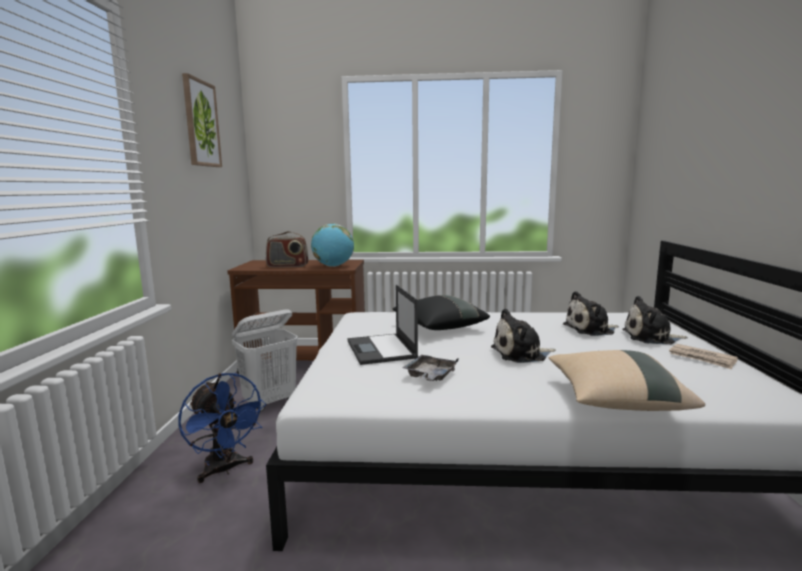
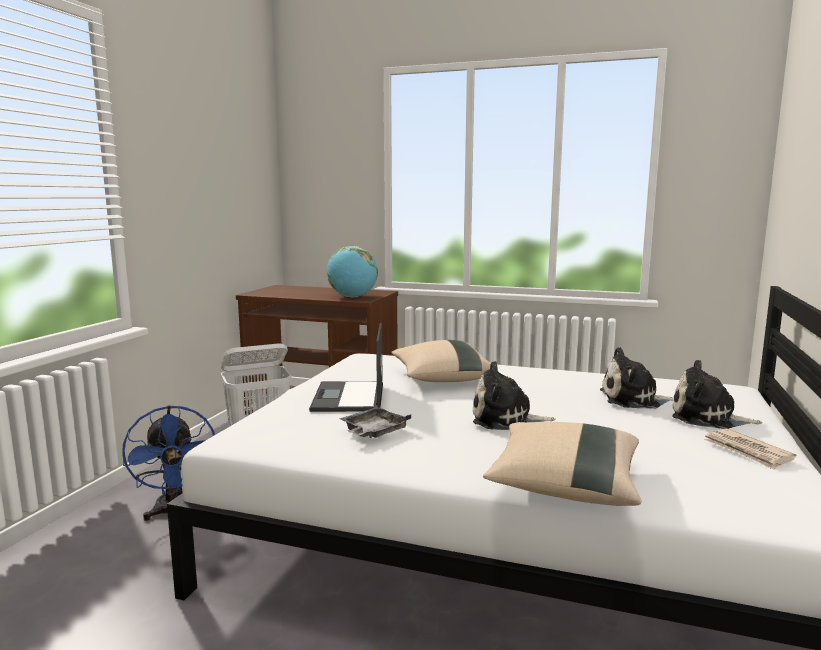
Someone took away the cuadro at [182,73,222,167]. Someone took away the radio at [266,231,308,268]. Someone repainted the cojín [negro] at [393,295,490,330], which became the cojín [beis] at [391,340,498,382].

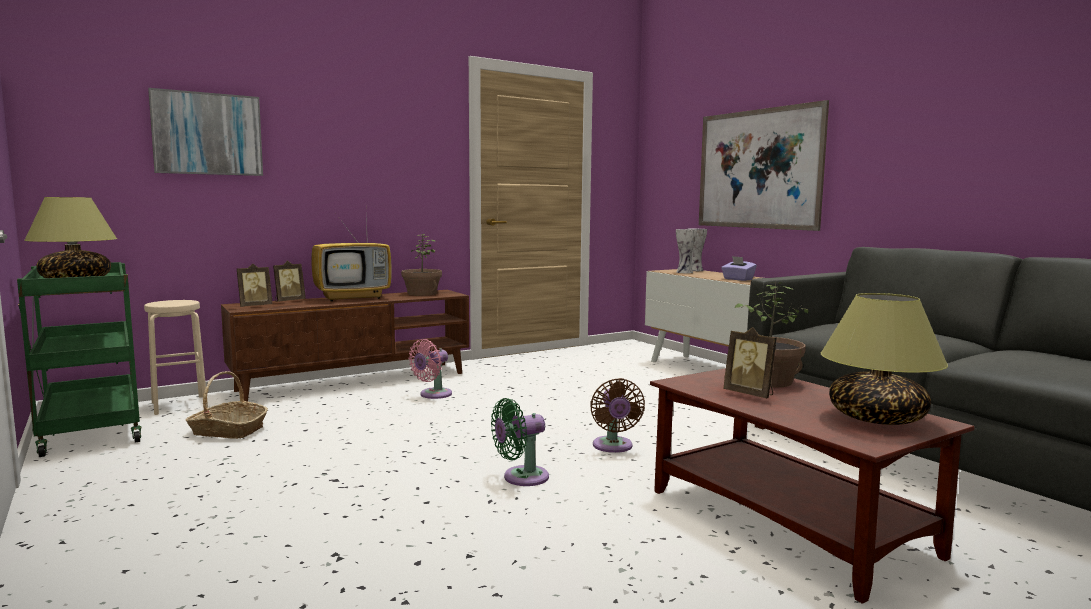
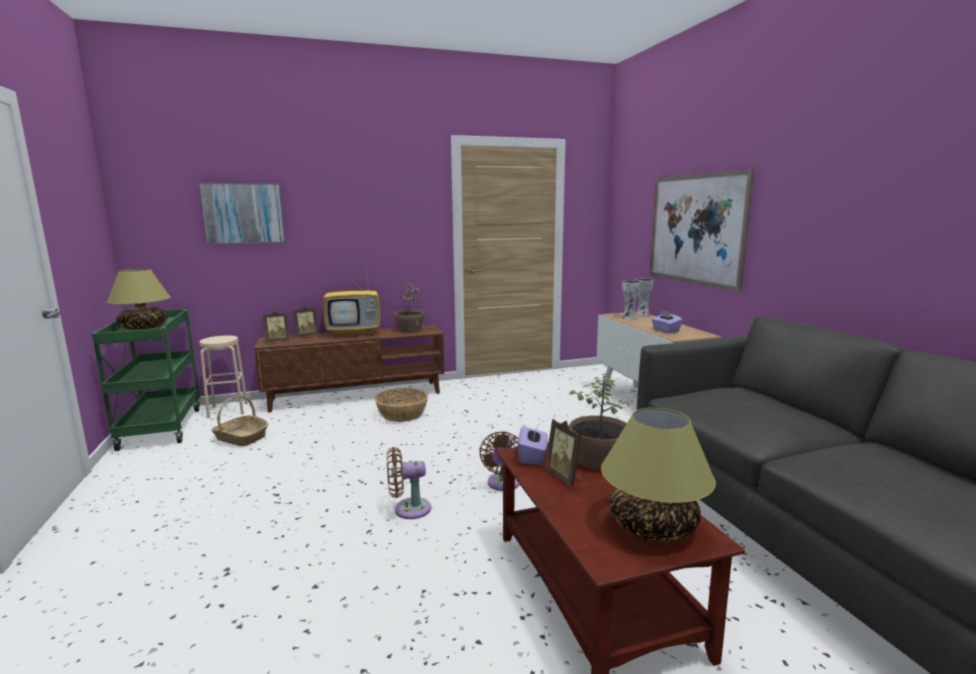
Someone swapped the ventilador [rosa] at [408,339,452,399] for the cesta at [375,388,428,422]. Someone repainted the ventilador [verde] at [491,398,549,486], which became the ventilador [marrón] at [387,447,431,519]. Someone put down the caja de pañuelos [morado] at [518,426,548,465].

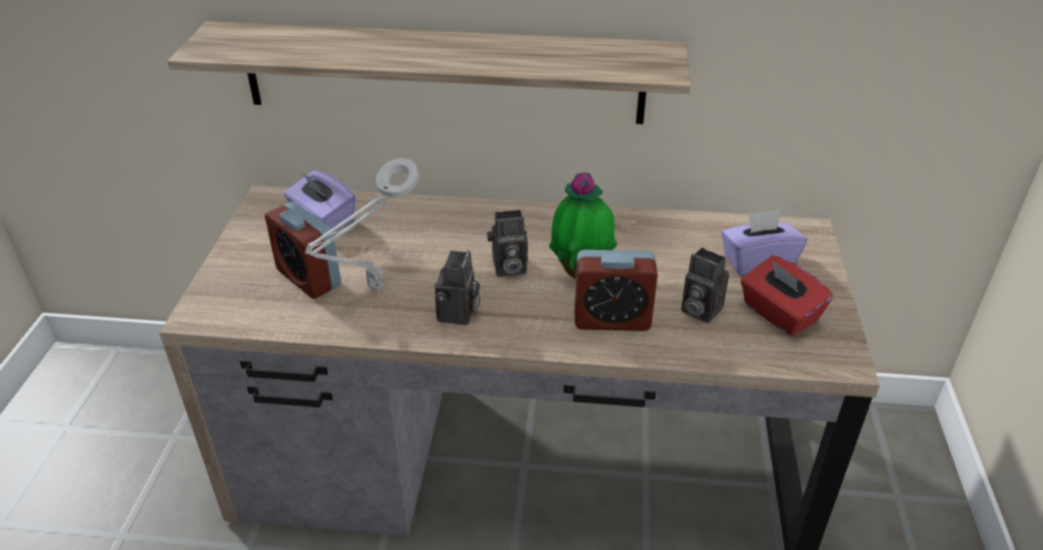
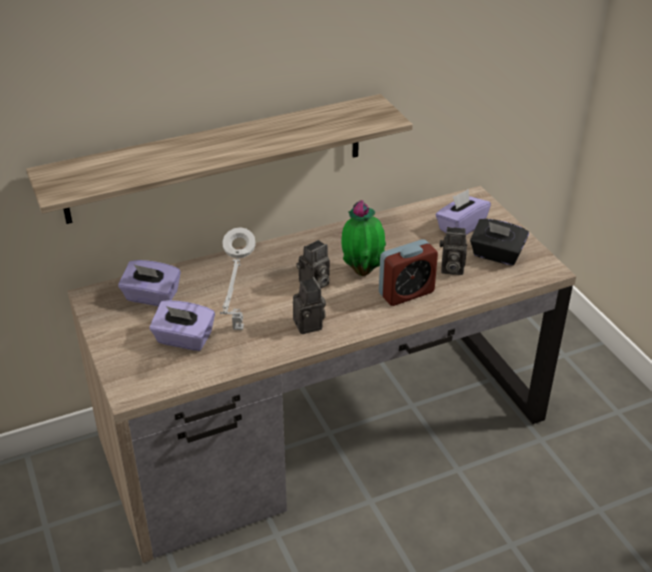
Someone swapped the despertador at [265,202,341,299] for the caja de pañuelos [morado] at [149,300,215,351]. Someone repainted the caja de pañuelos [rojo] at [740,255,833,336], which became the caja de pañuelos [negro] at [470,219,529,266].

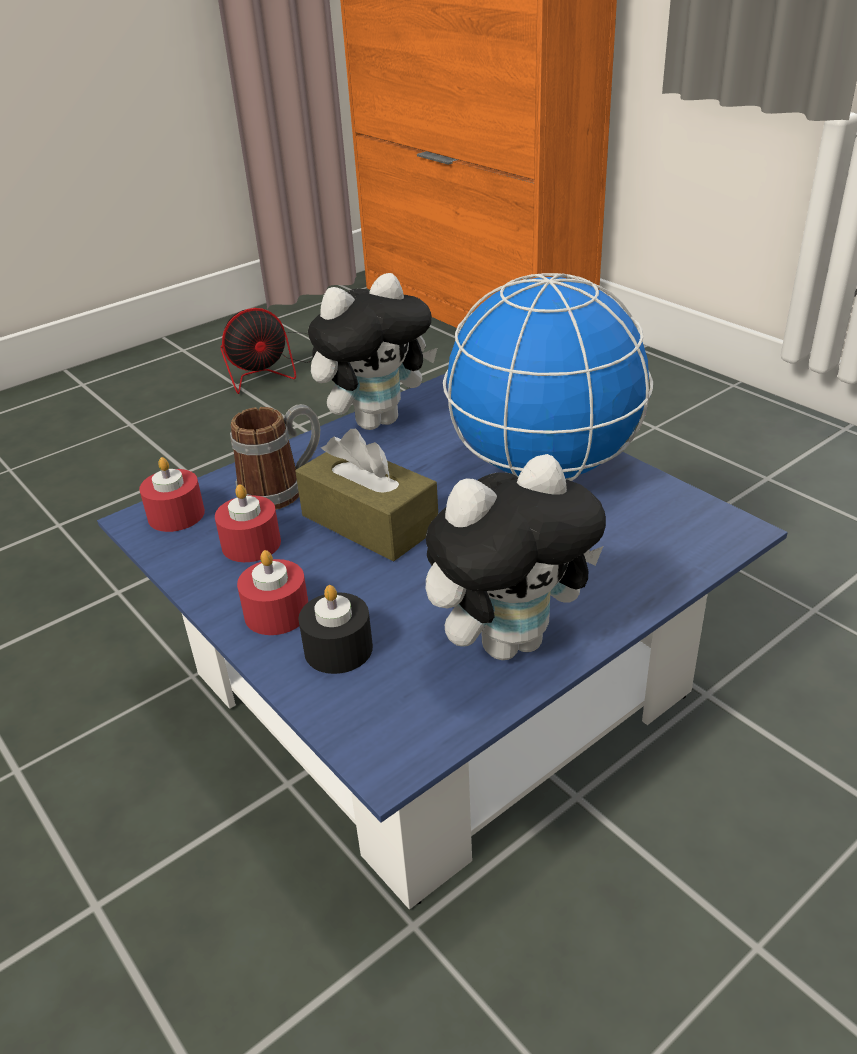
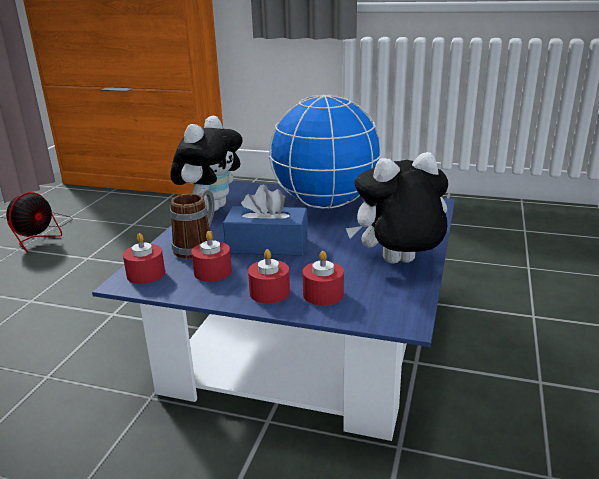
Someone repainted the caja de pañuelos [marrón] at [295,429,438,561], which became the caja de pañuelos [azul] at [223,185,308,256]. Someone repainted the vela [negro] at [298,585,373,674], which became the vela [rojo] at [302,251,344,306]. Someone rotated the peluche at [426,454,606,660] by 135 degrees counterclockwise.

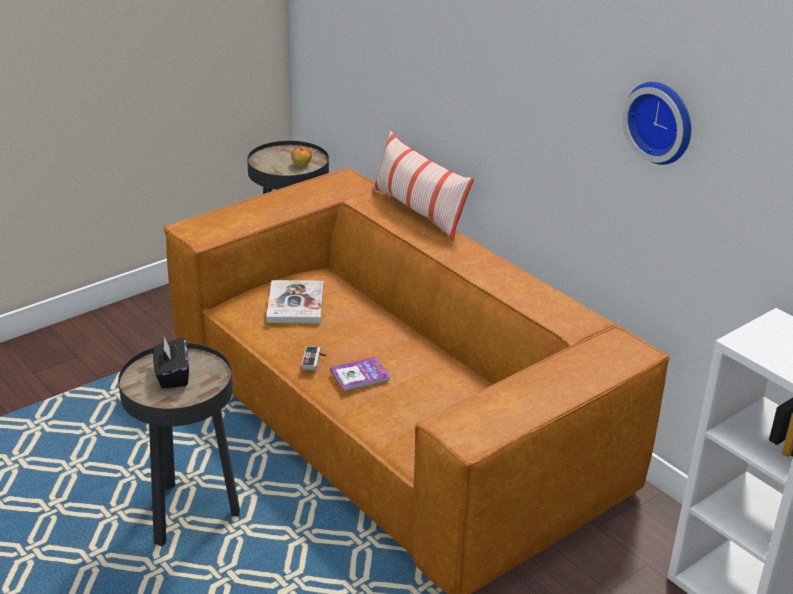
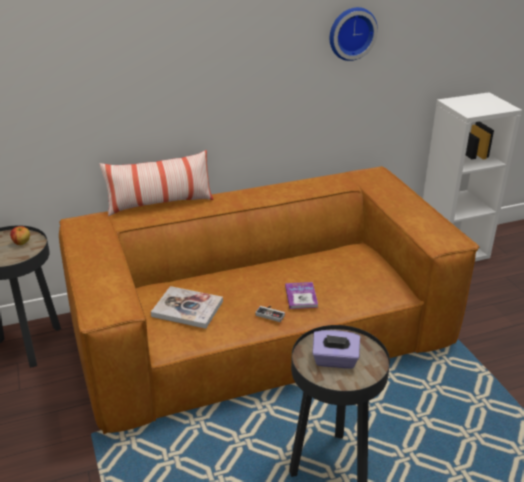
Someone repainted the caja de pañuelos [negro] at [153,337,189,388], which became the caja de pañuelos [morado] at [312,330,360,369].

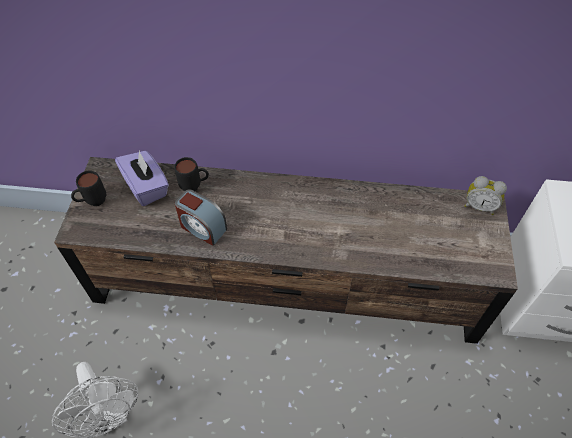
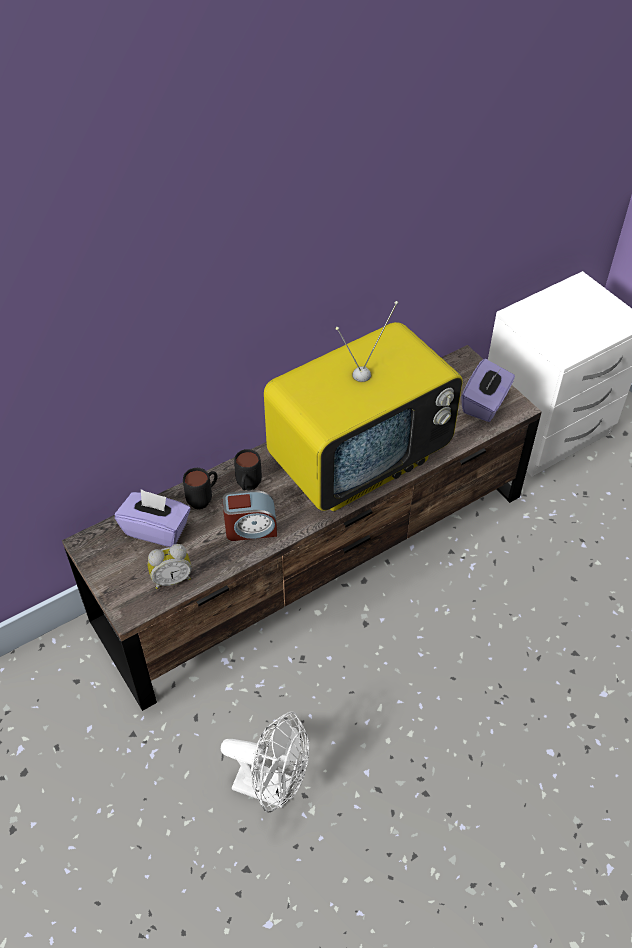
Someone carried the taza grande [negro] from [71,170,106,206] to [234,449,262,490]. Someone carried the despertador from [464,176,507,215] to [148,544,192,589]. Someone put down the televisor at [264,301,463,511]. Someone put down the caja de pañuelos [morado] at [461,359,515,422].

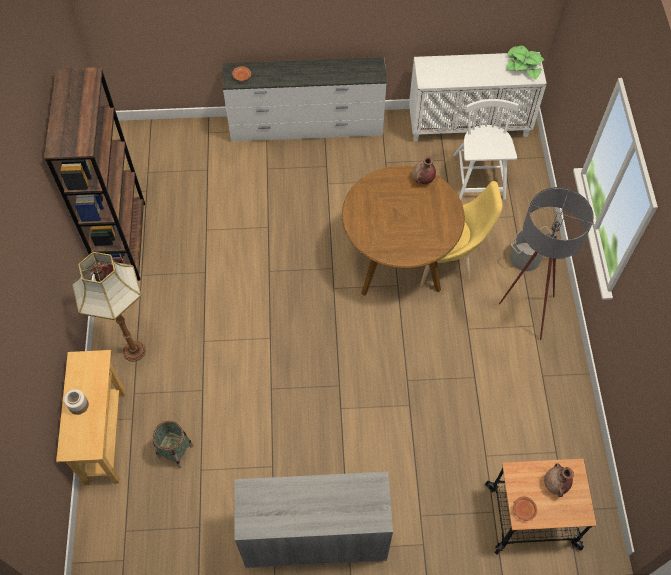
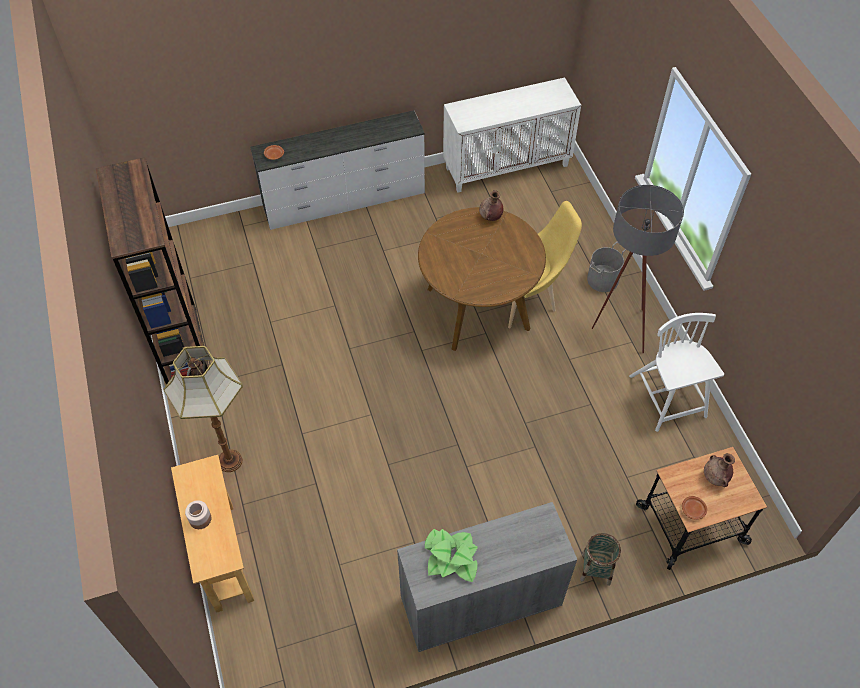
Someone carried the cesta from [153,421,193,468] to [580,533,621,586]. Someone carried the silla [blanco] from [454,99,519,200] to [629,313,724,432]. Someone carried the planta en maceta from [506,45,544,80] to [425,529,478,582].

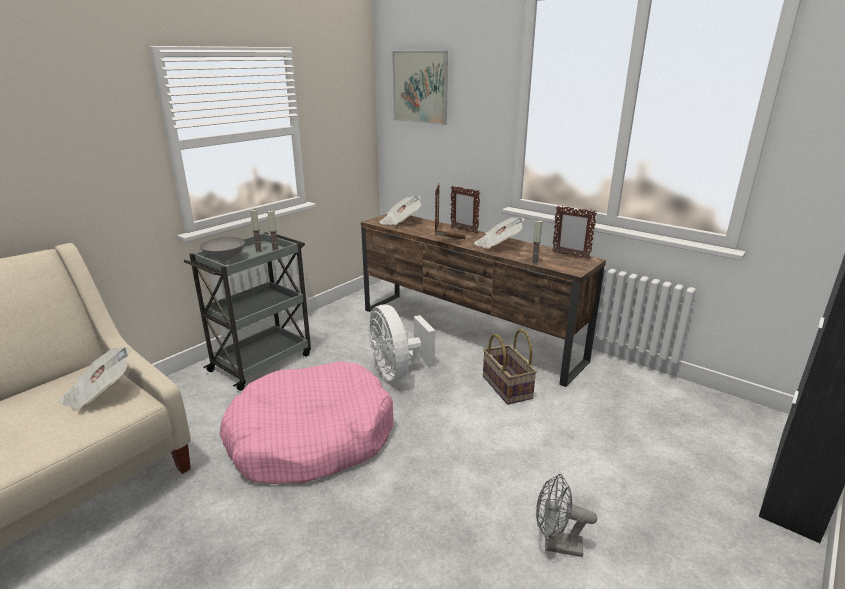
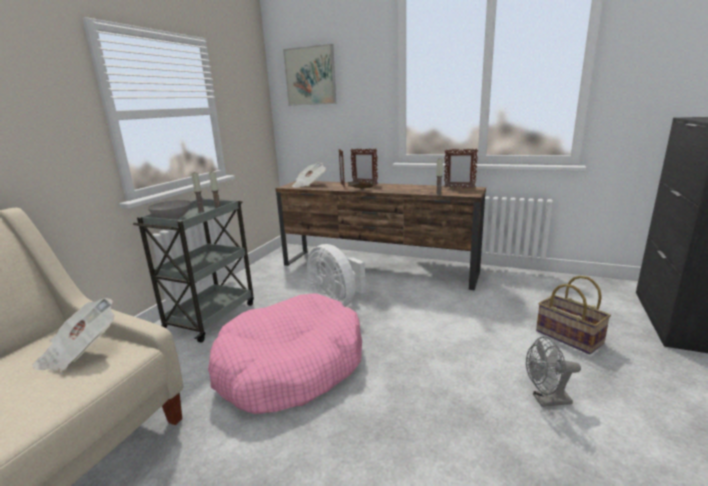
Someone took away the periódico at [474,217,525,249]. Someone carried the cesta from [483,329,537,405] to [536,276,611,355].

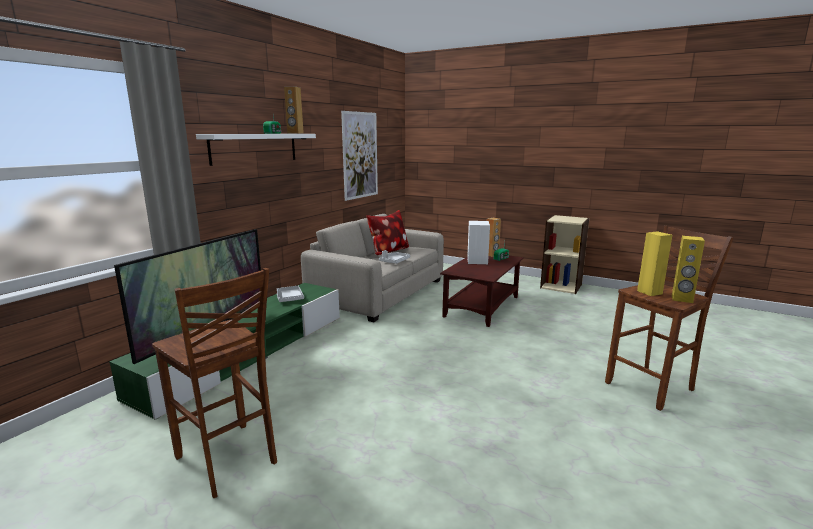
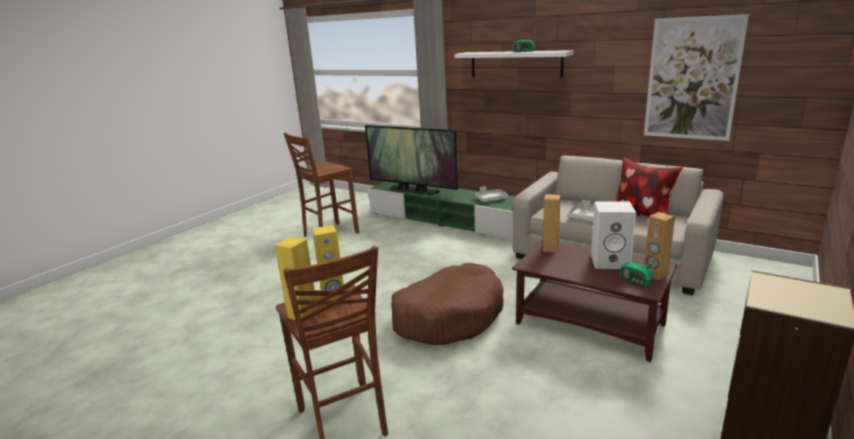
Someone carried the altavoz [marrón] from [284,87,304,134] to [543,194,561,253]. Someone put down the cama para perro [marrón] at [391,263,503,345].

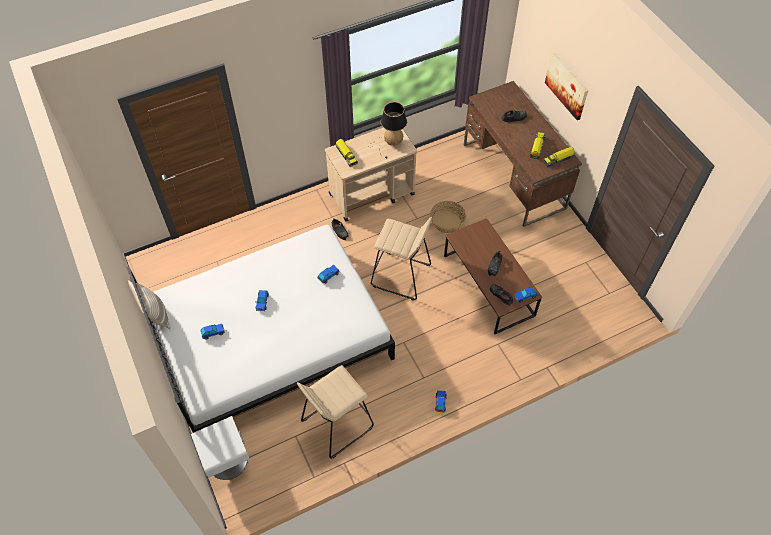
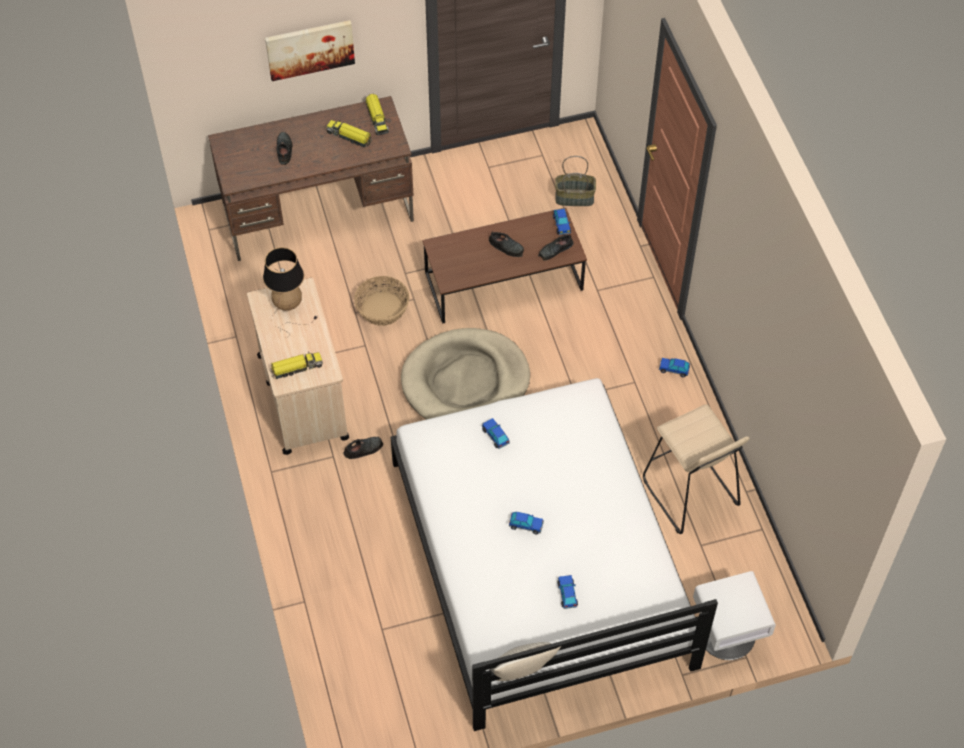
Someone swapped the taburete [beis] at [371,217,432,301] for the cama para perro [beis] at [401,328,530,419]. Someone put down the cesta at [555,156,596,206].

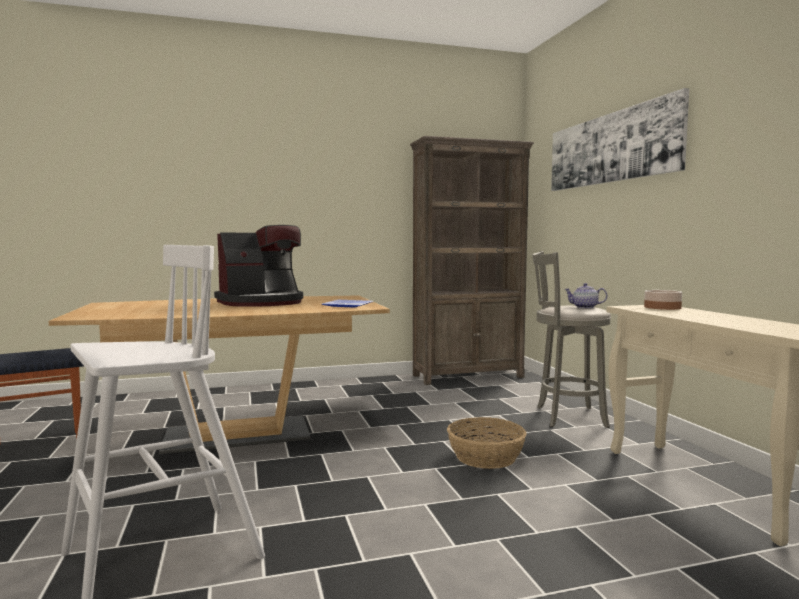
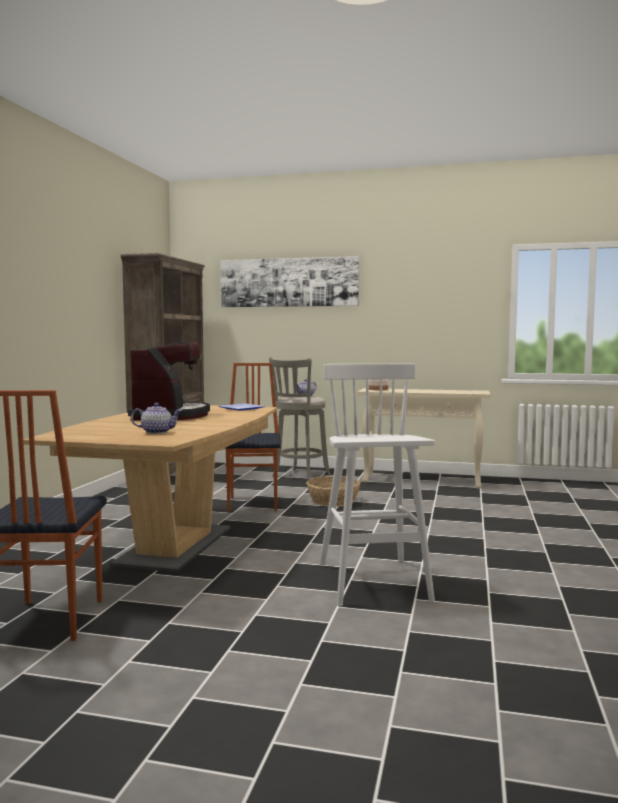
Someone put down the tetera at [131,403,182,434]. Someone put down the silla at [226,363,281,512].

